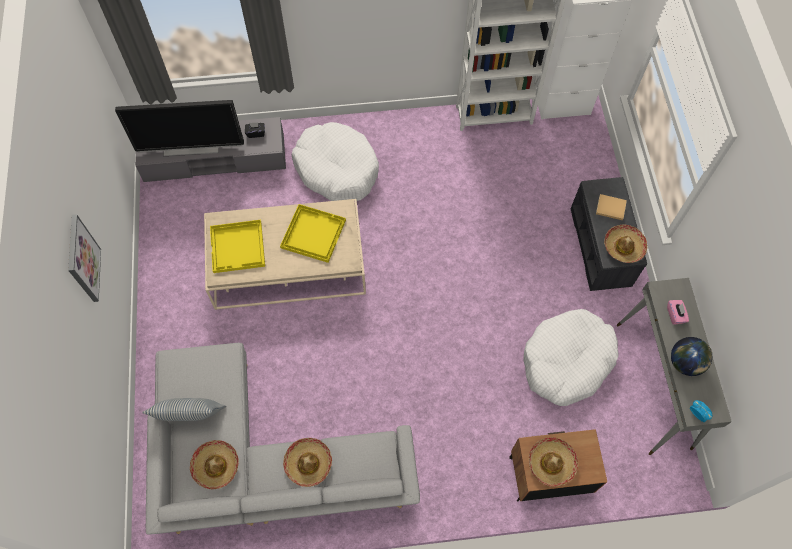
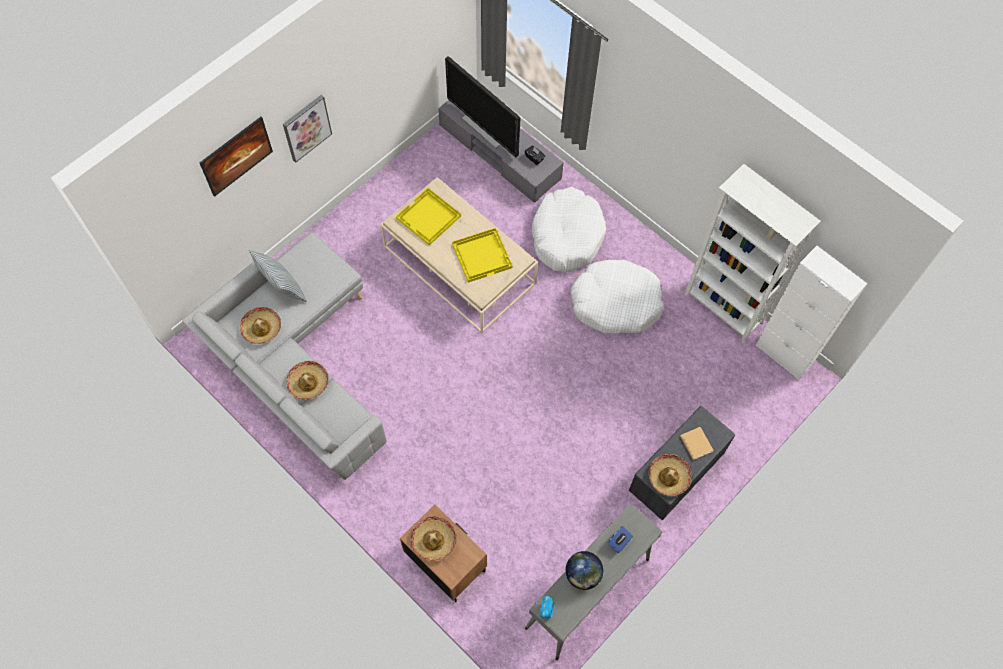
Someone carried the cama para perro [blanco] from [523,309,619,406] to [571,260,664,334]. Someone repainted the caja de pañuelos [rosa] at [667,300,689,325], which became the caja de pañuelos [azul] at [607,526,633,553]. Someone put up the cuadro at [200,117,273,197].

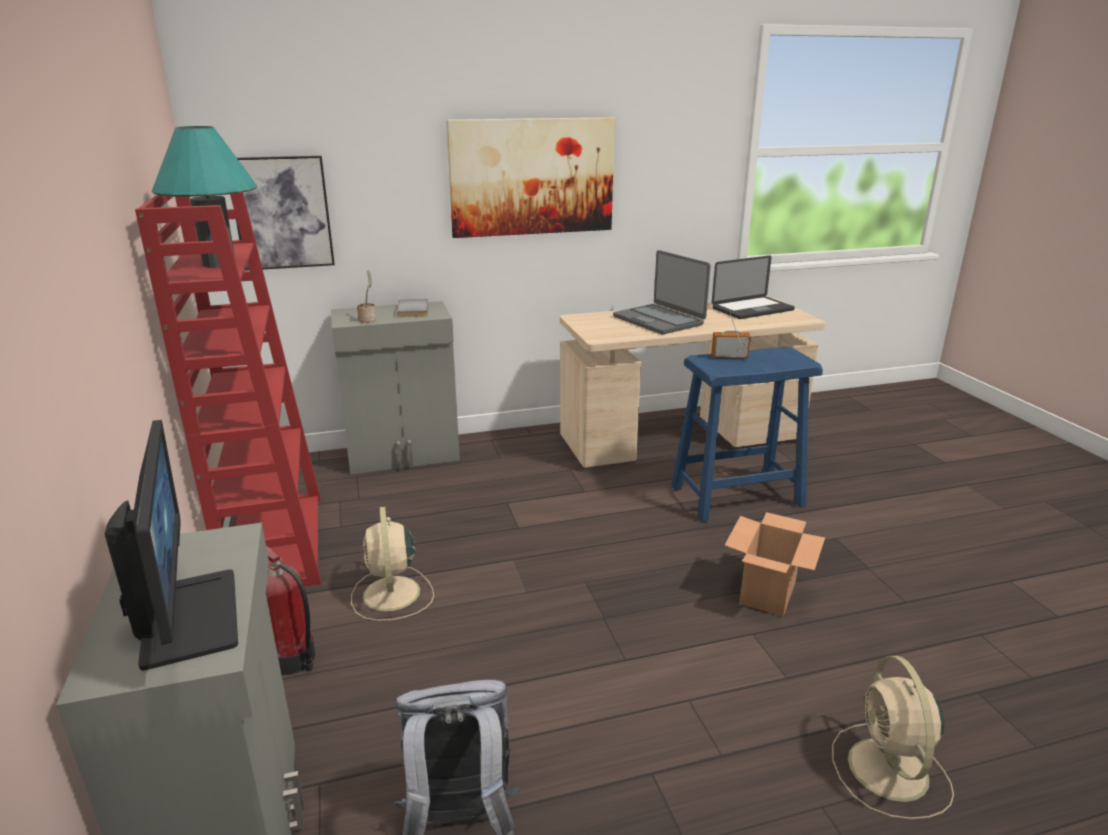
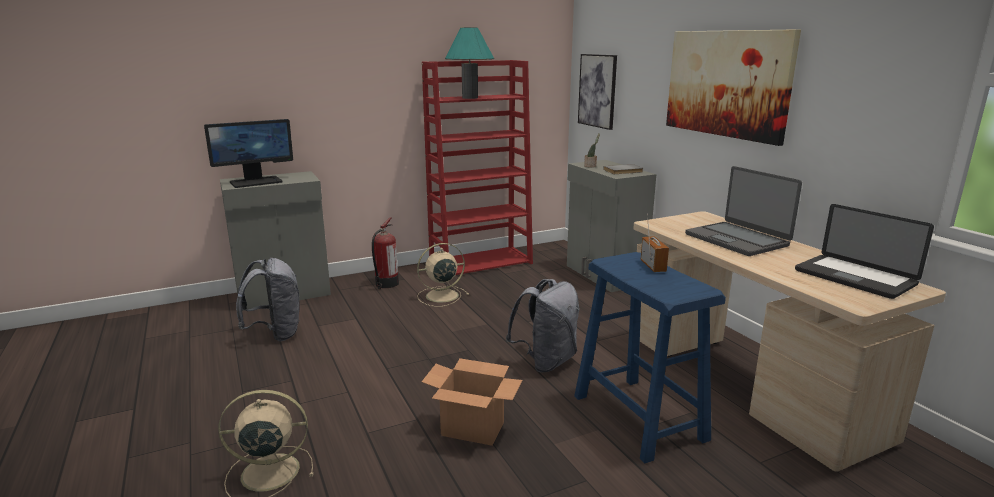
Someone rotated the portátil at [613,250,711,335] by 75 degrees counterclockwise. Someone put down the mochila [gris] at [506,279,580,372].

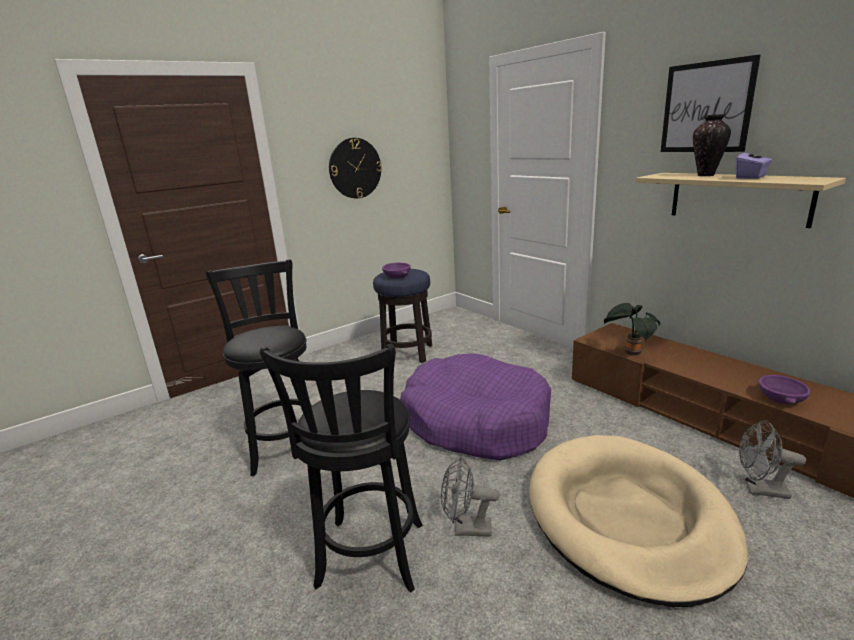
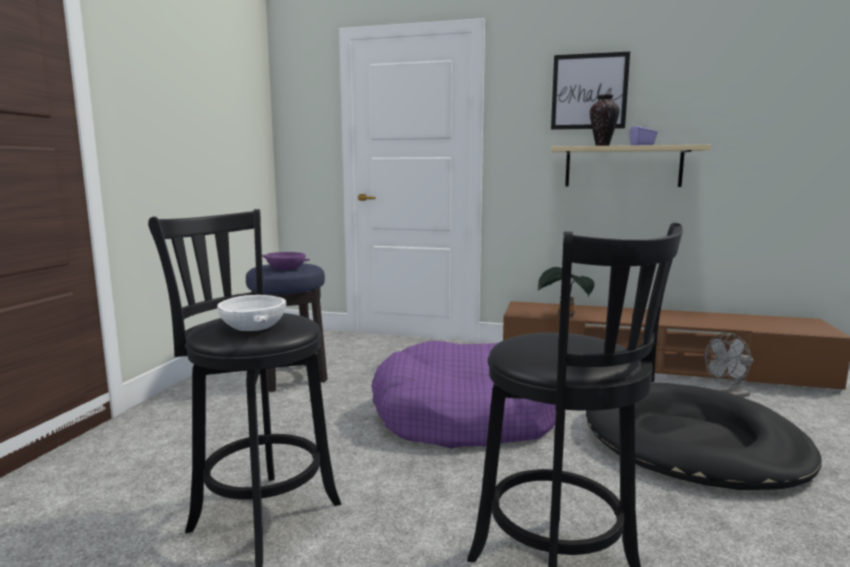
Someone took away the reloj de pared at [329,138,382,198]. Someone took away the ventilador [gris] at [441,457,500,537]. Someone repainted the cama para perro [beis] at [529,435,748,607], which became the cama para perro [negro] at [586,383,821,490]. Someone took away the cuenco [morado] at [759,374,811,404]. Someone put down the cuenco [blanco] at [217,295,287,331].

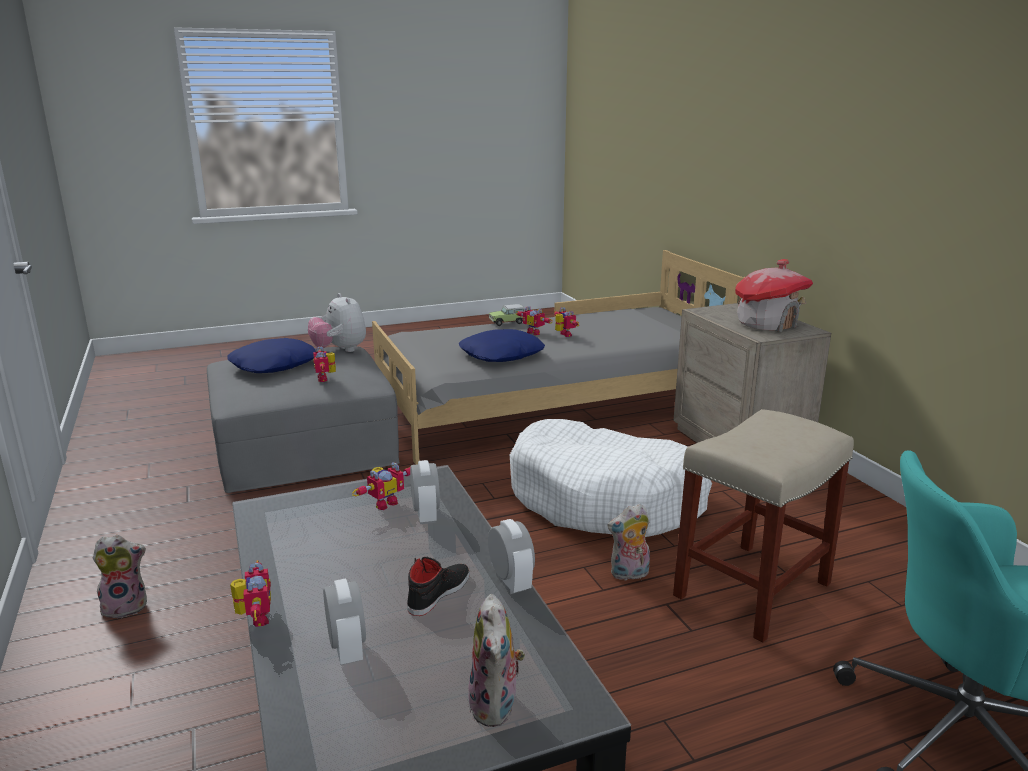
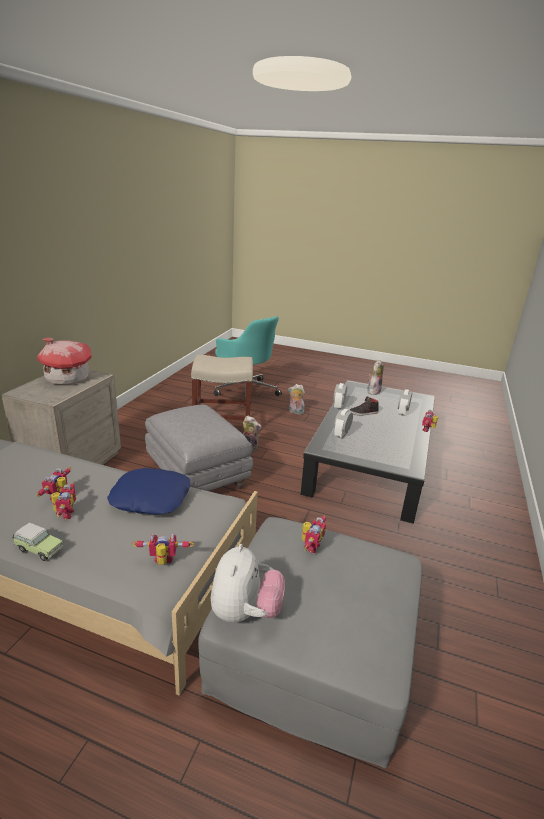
Someone carried the peluche from [93,535,147,619] to [288,384,305,415]. Someone took away the cojín [azul] at [227,338,315,373]. Someone carried the robot de juguete from [352,462,410,510] to [132,533,194,565]. Someone swapped the cama para perro [blanco] at [510,419,712,537] for the puf [gris] at [145,405,253,491].

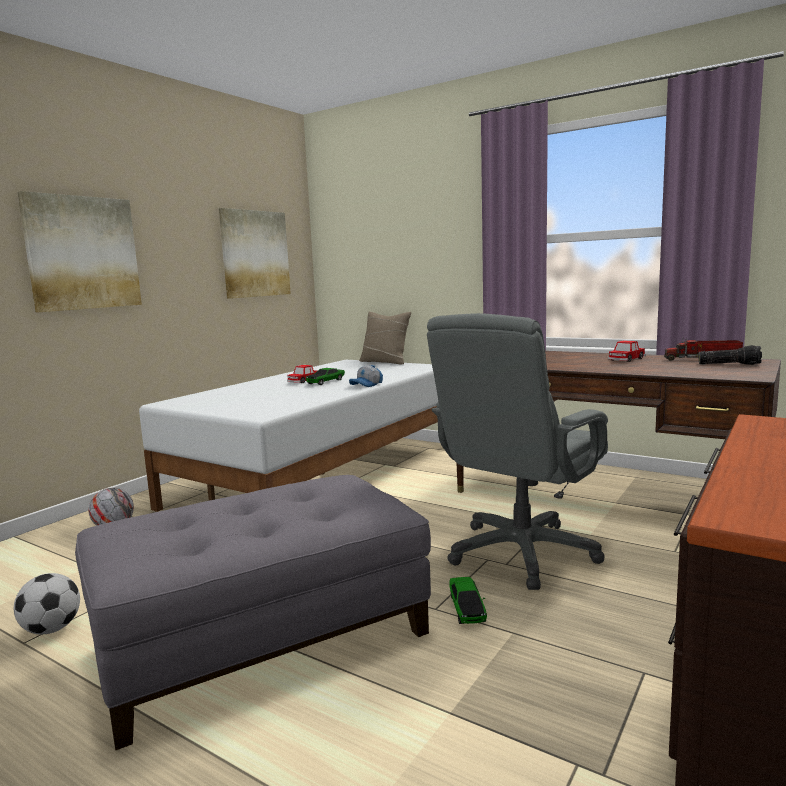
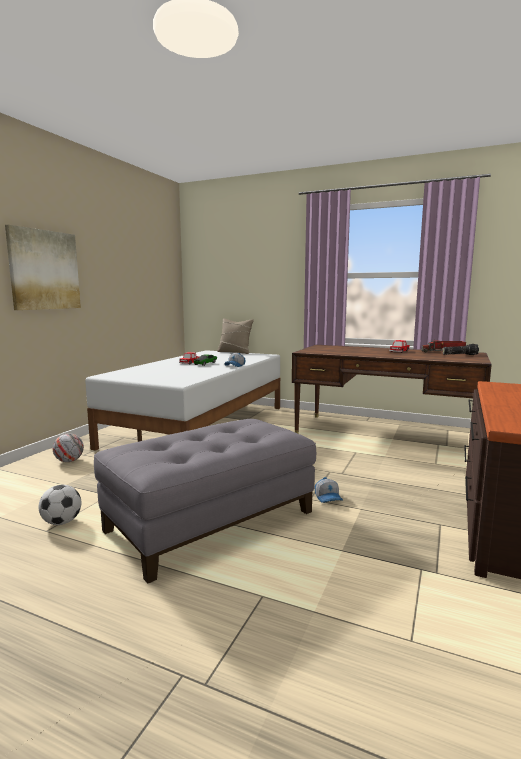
Someone took away the cuadro at [219,208,291,299]. Someone took away the silla de oficina [gris] at [427,313,608,590]. Someone swapped the coche de juguete at [449,577,487,624] for the gorra at [315,477,343,503].

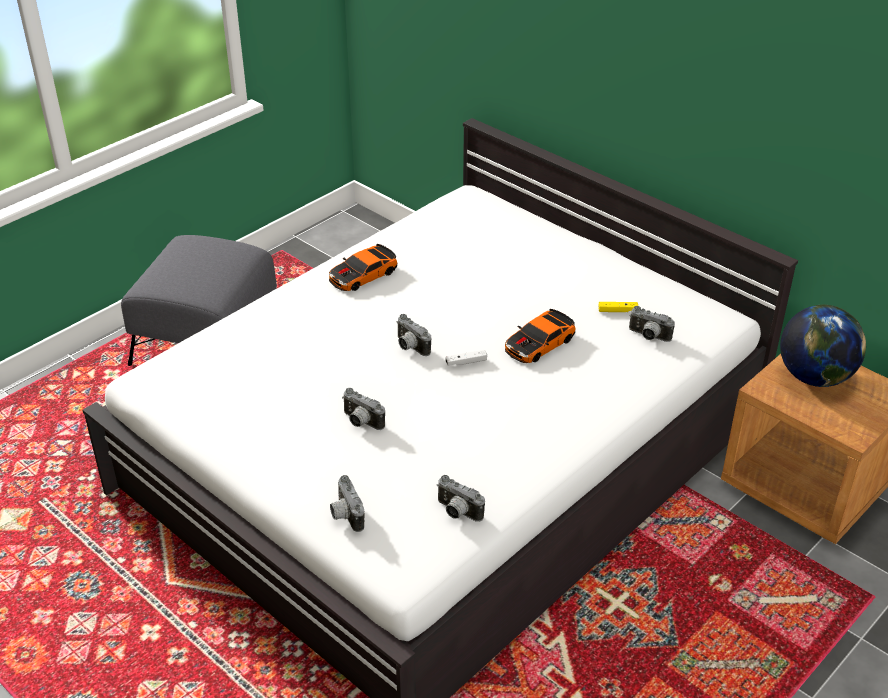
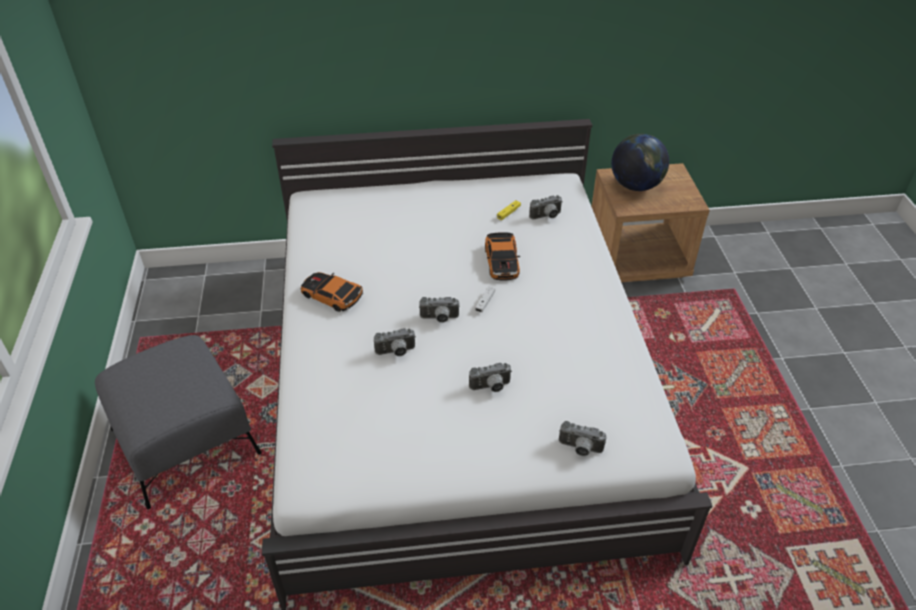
Someone rotated the coche de juguete at [329,244,398,291] by 120 degrees clockwise. Someone carried the cámara from [436,475,485,522] to [374,328,416,356].

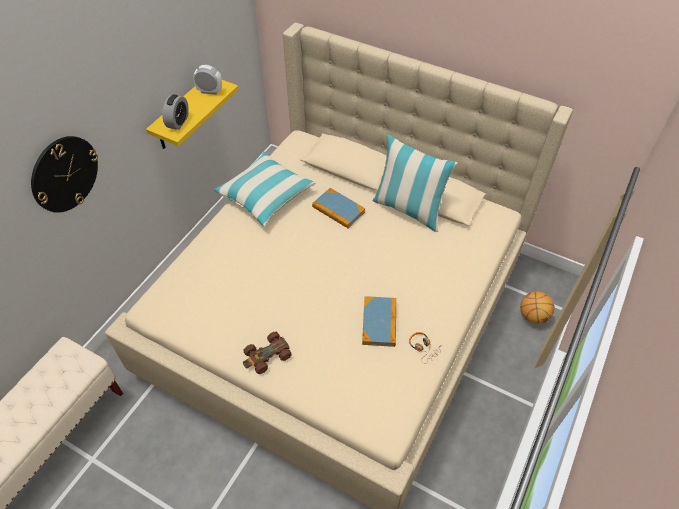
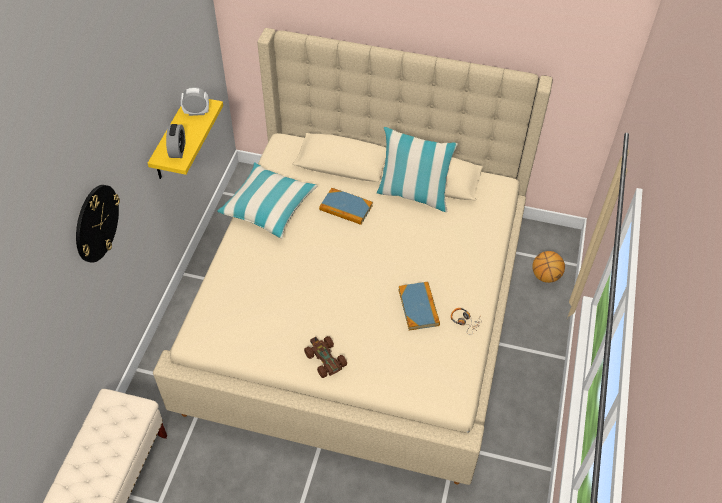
Someone rotated the coche de juguete [marrón] at [243,332,292,374] by 105 degrees clockwise.

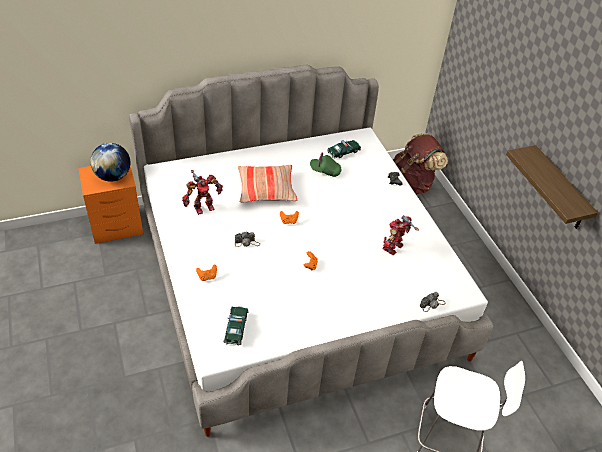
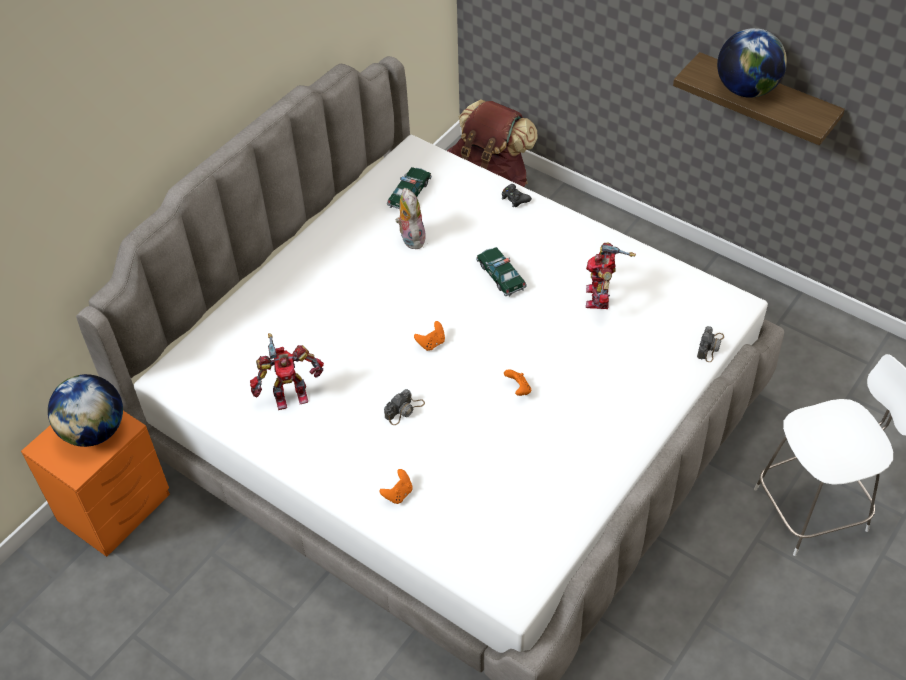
Someone rotated the robot de juguete at [182,170,223,215] by 45 degrees clockwise. Someone carried the coche de juguete from [223,306,249,346] to [476,247,527,296]. Someone took away the cojín at [238,165,297,203]. Someone swapped the gorra [verde] at [310,152,342,177] for the peluche at [396,188,426,249]. Someone put down the globo terráqueo at [717,28,787,98].

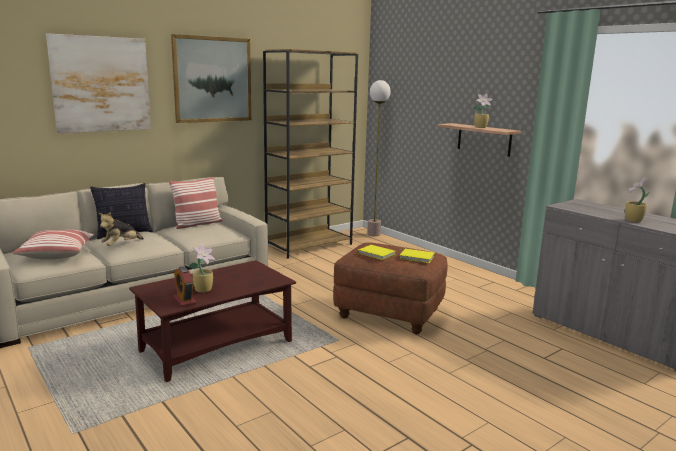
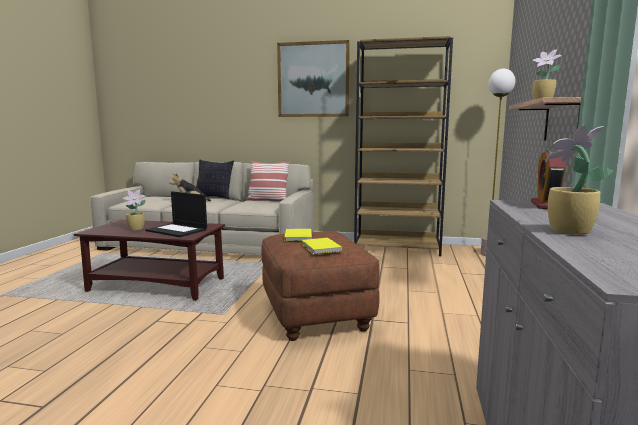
Someone took away the cojín at [13,230,95,260]. Someone took away the cuadro at [46,33,151,133]. Someone carried the despertador from [173,266,196,307] to [531,150,566,209]. Someone put down the portátil at [145,191,207,237].

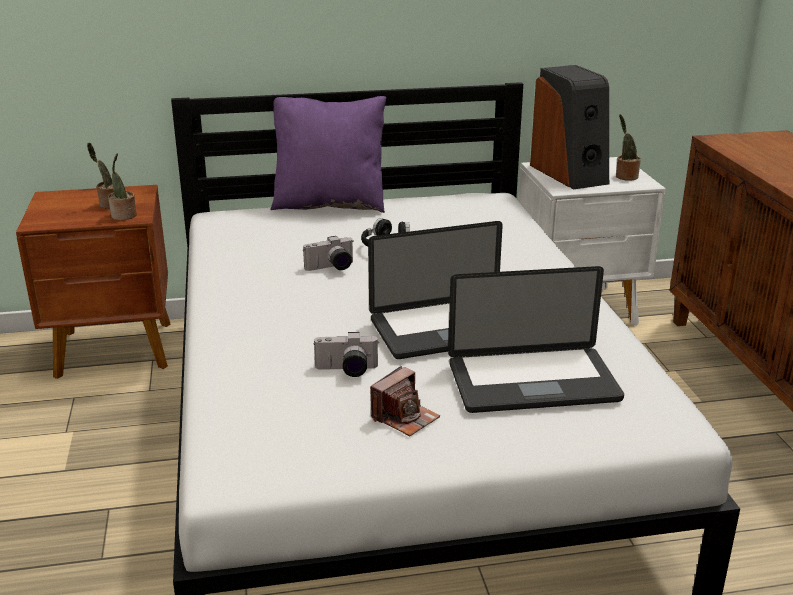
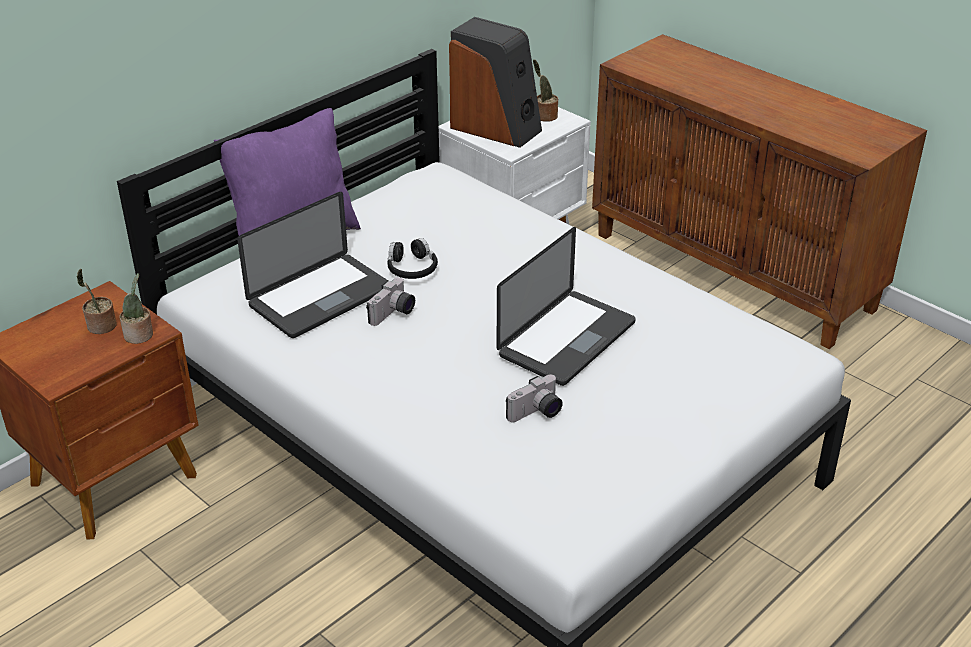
Someone took away the cámara at [370,366,440,436]. Someone carried the portátil from [448,266,624,413] to [237,192,388,338].

